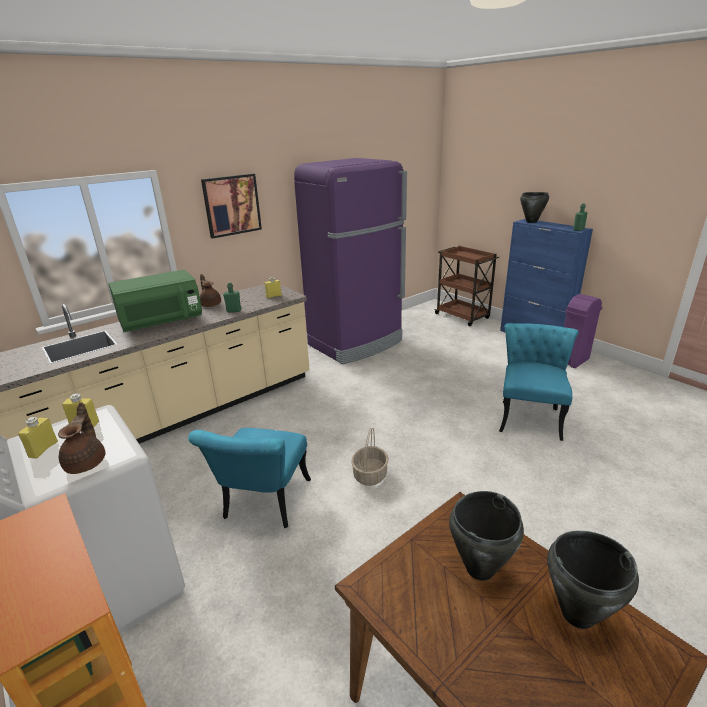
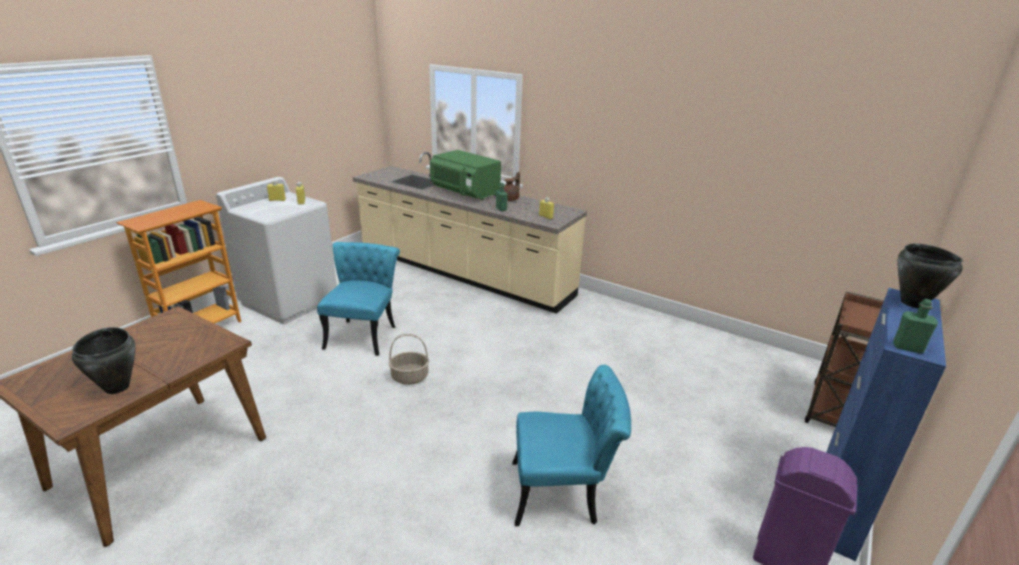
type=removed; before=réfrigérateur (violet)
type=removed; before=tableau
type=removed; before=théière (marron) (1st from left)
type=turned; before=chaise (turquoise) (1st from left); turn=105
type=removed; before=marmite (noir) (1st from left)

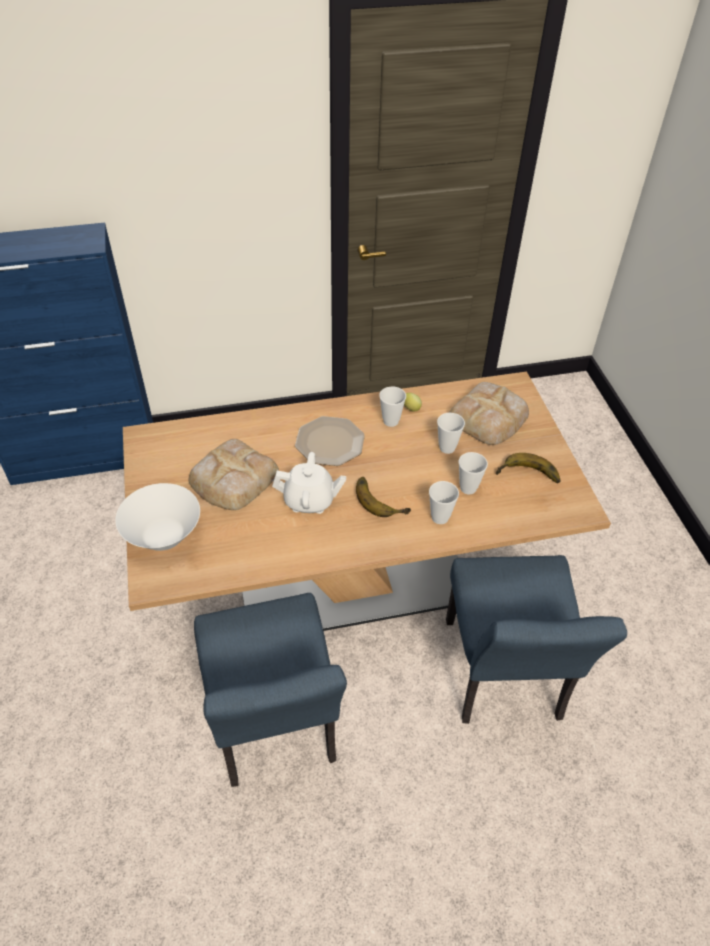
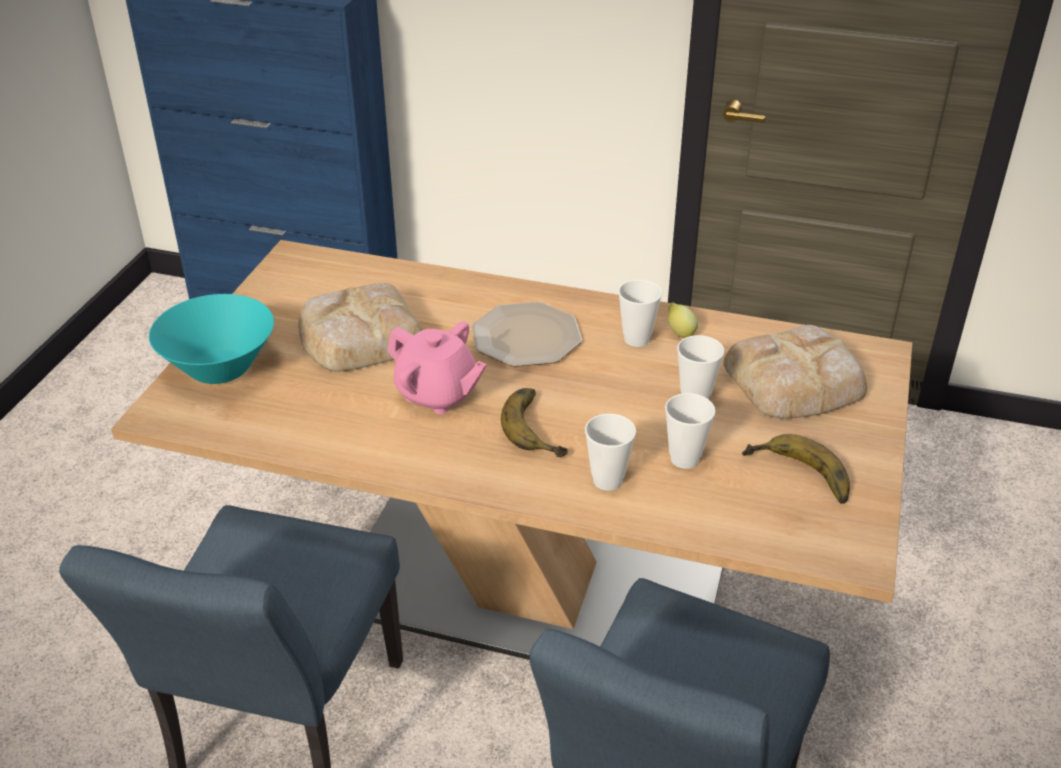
type=recoloured; before=théière (blanc); after=théière (rose)
type=recoloured; before=bol (blanc); after=bol (turquoise)

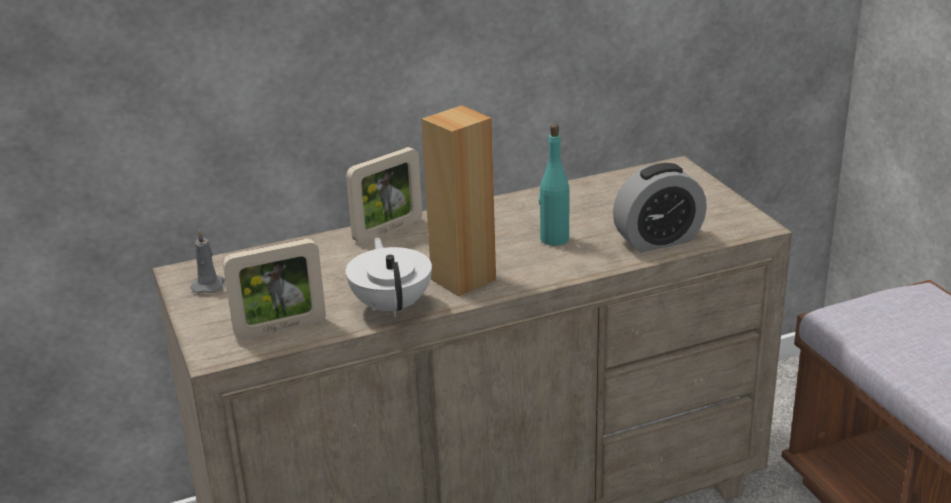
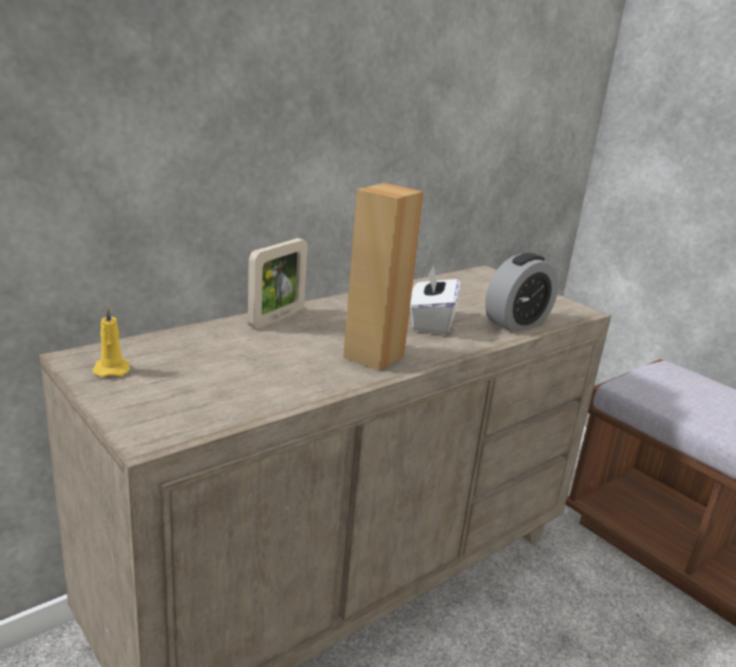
type=replaced; before=bouteille (turquoise); after=boîte à mouchoirs (blanc)
type=recoloured; before=bougie (gris); after=bougie (jaune)
type=removed; before=théière (blanc)
type=removed; before=cadre photo (1st from left)

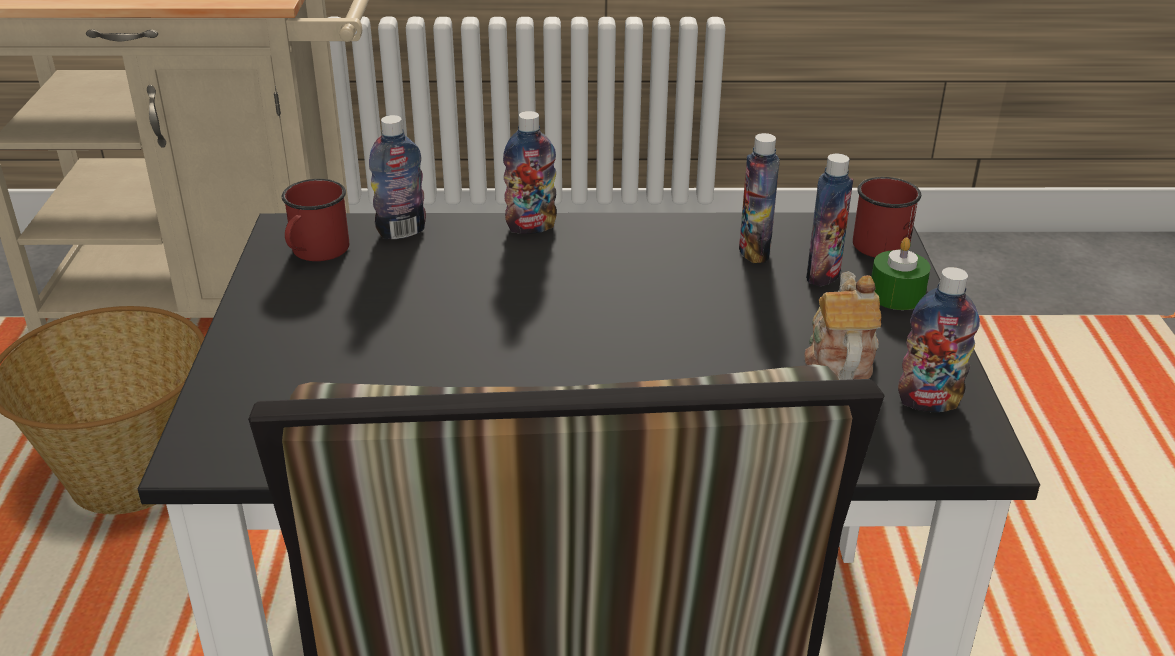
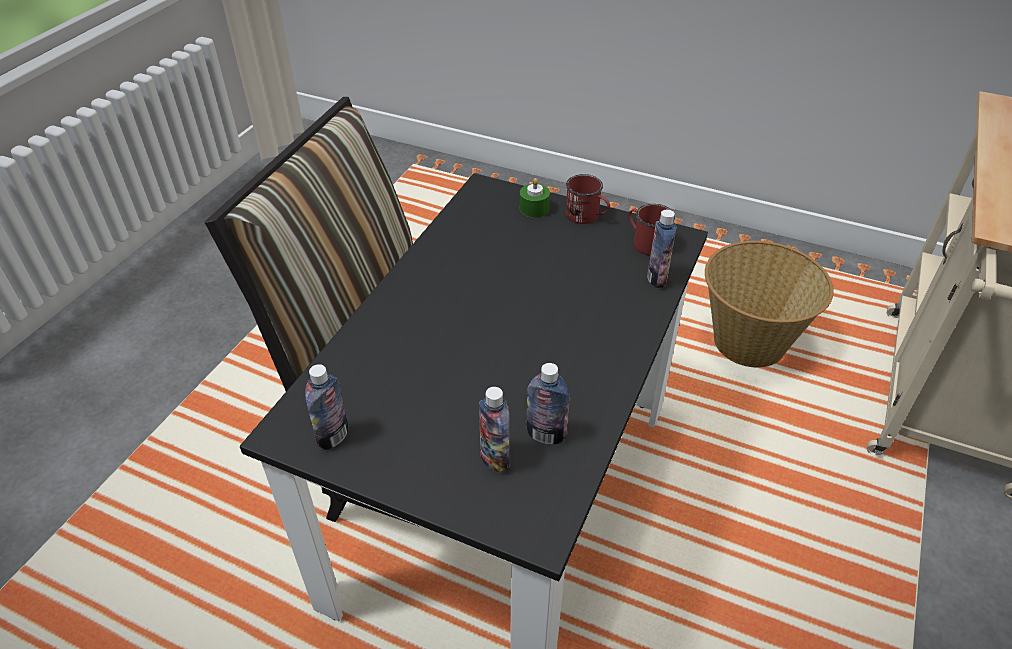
type=removed; before=bouteille (2nd from left)
type=moved; before=mug (rouge) (2nd from left in the first image); after=mug (rouge) (1st from left)
type=moved; before=bougie (vert)
type=removed; before=théière

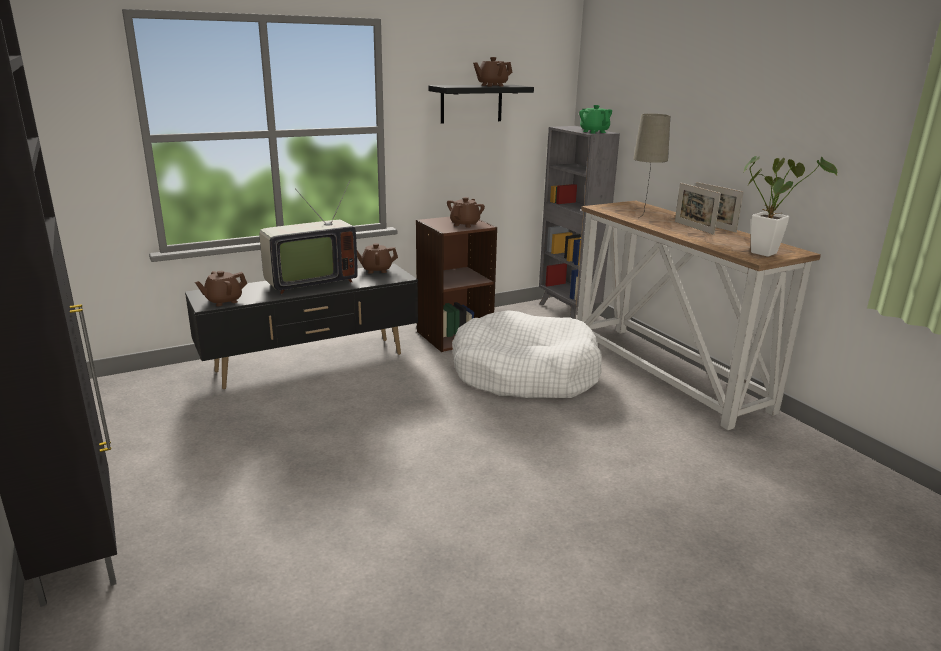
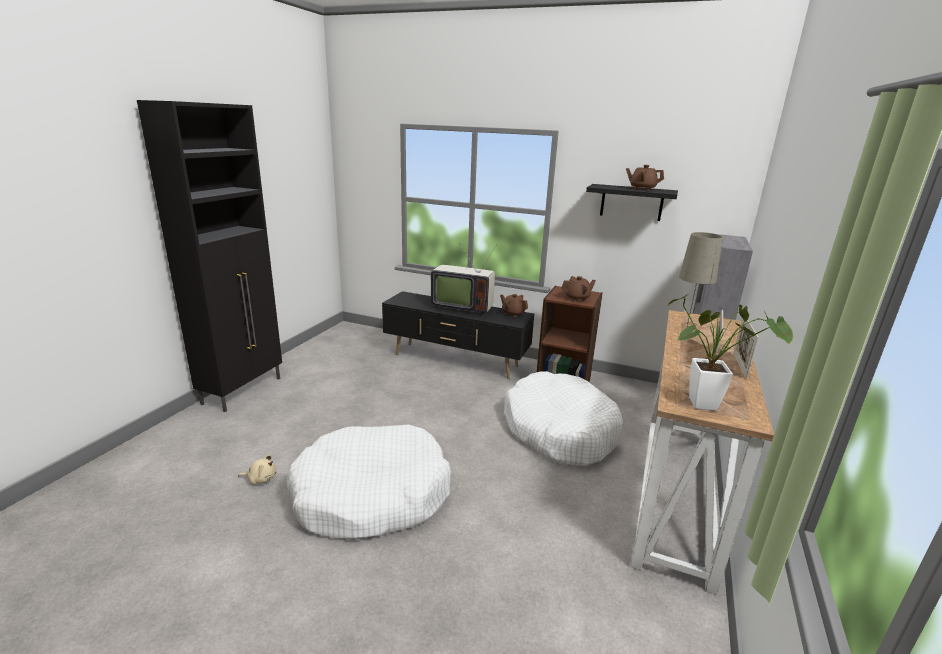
type=removed; before=théière (vert)
type=removed; before=théière (marron) (1st from left)
type=added; after=panier pour chien (blanc) (1st from left)
type=added; after=peluche (beige)

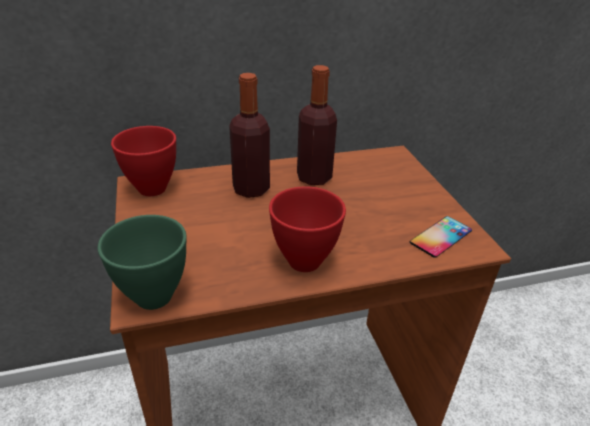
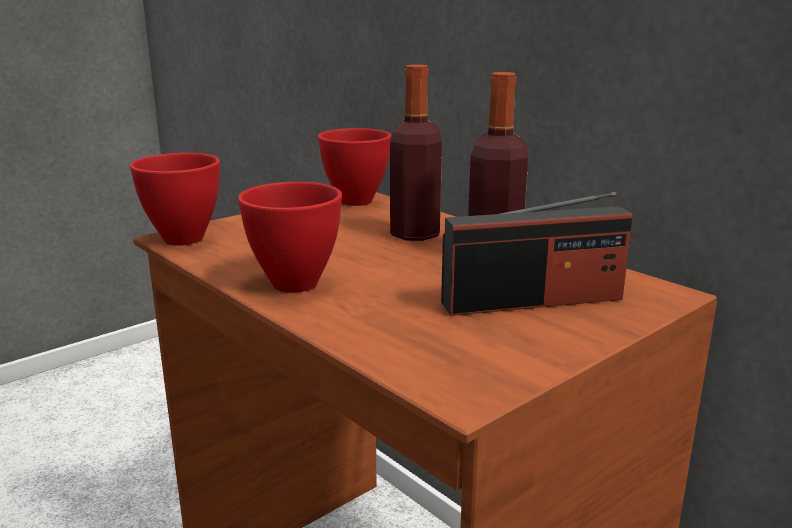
type=recoloured; before=bol (vert); after=bol (rouge) (1st from left)
type=removed; before=téléphone
type=added; after=radio

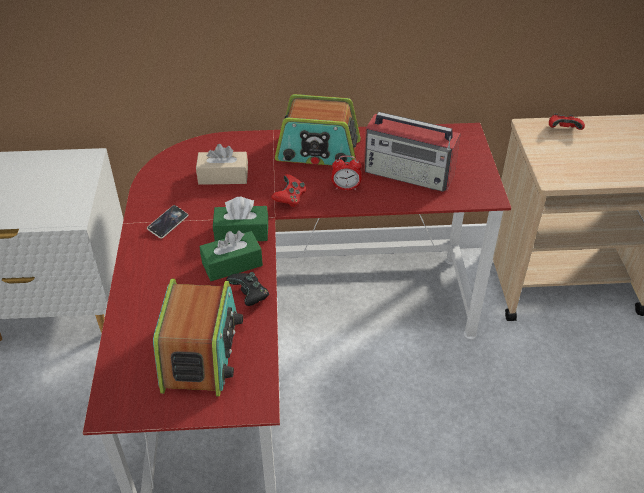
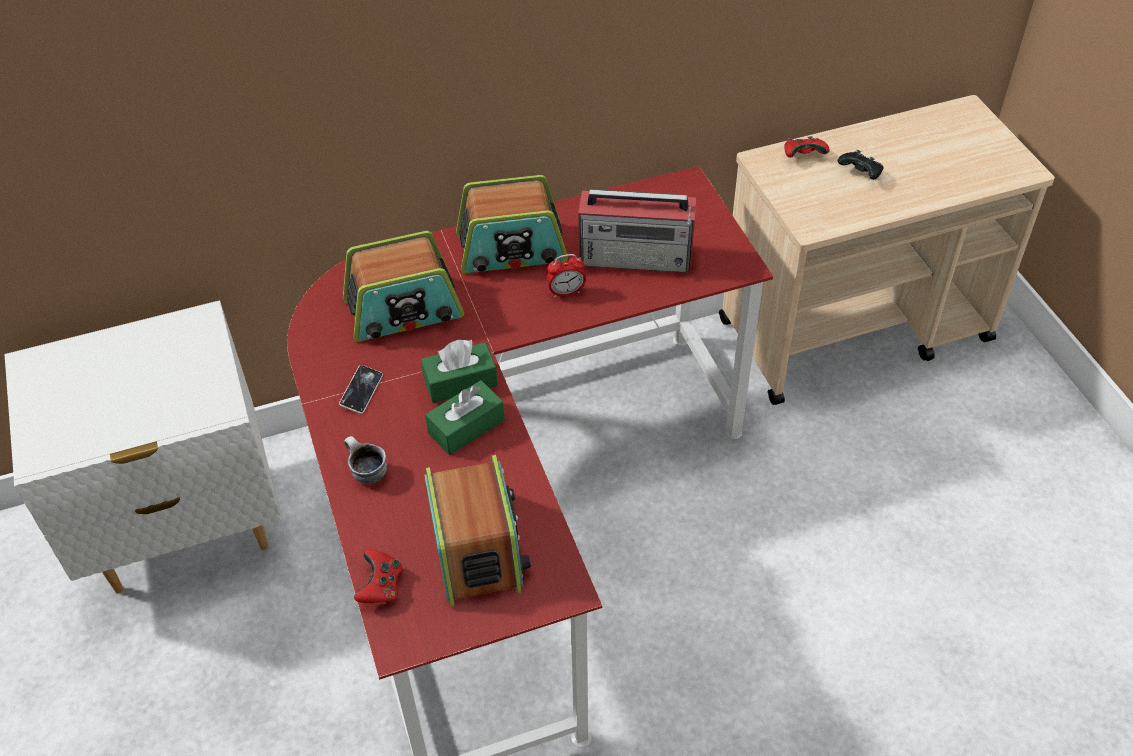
type=replaced; before=boîte à mouchoirs (beige); after=radio (1st from left)
type=moved; before=manette (rouge) (1st from left)
type=moved; before=manette (noir)
type=added; after=mug

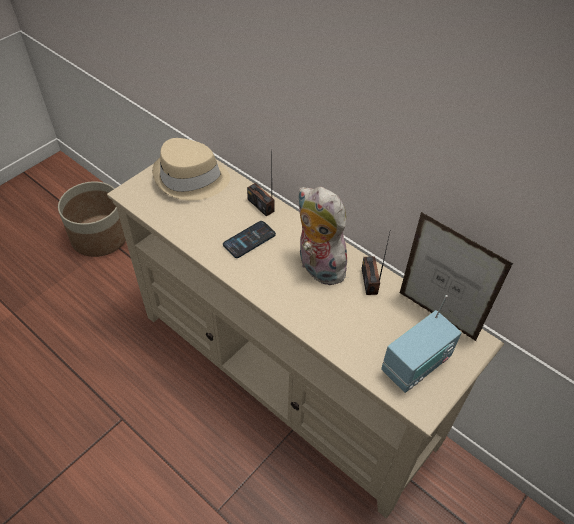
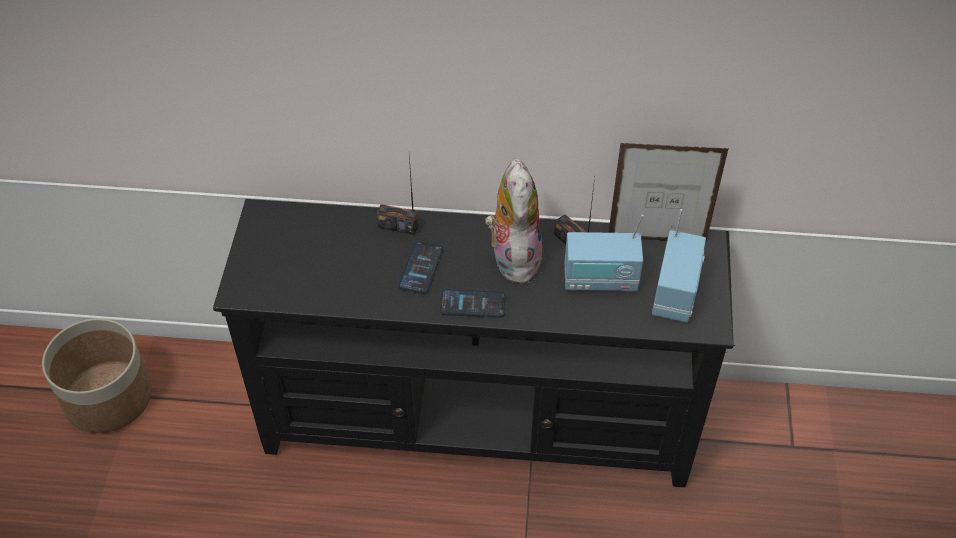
type=removed; before=chapeau (beige)
type=recoloured; before=meuble télé (beige); after=meuble télé (noir)
type=turned; before=peluche; turn=75
type=added; after=radio (3rd from left)
type=added; after=téléphone (2nd from left)

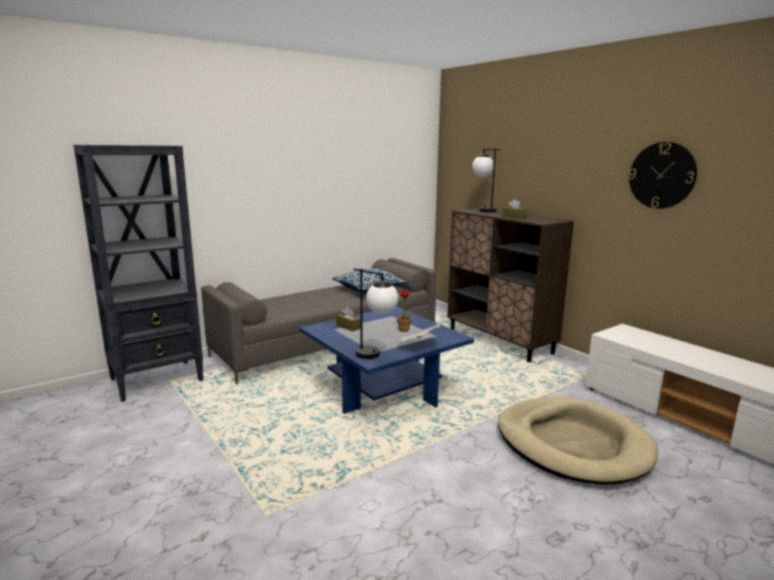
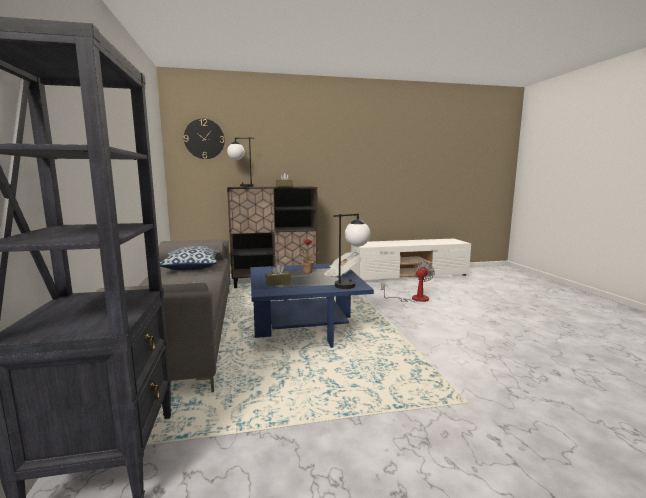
type=moved; before=horloge murale
type=replaced; before=panier pour chien (beige); after=ventilateur

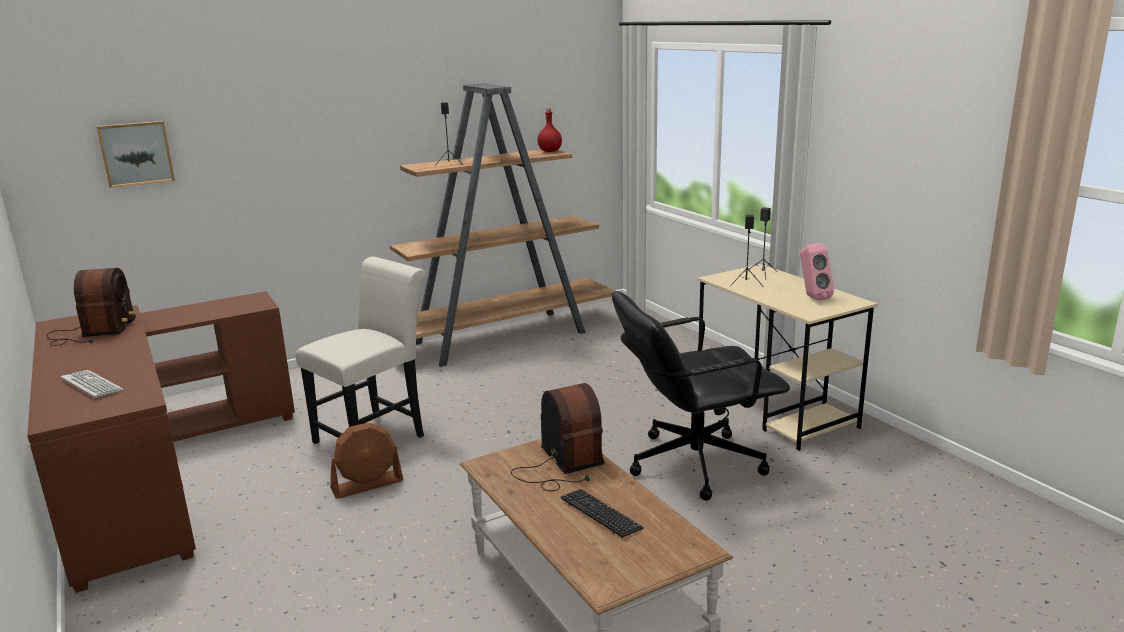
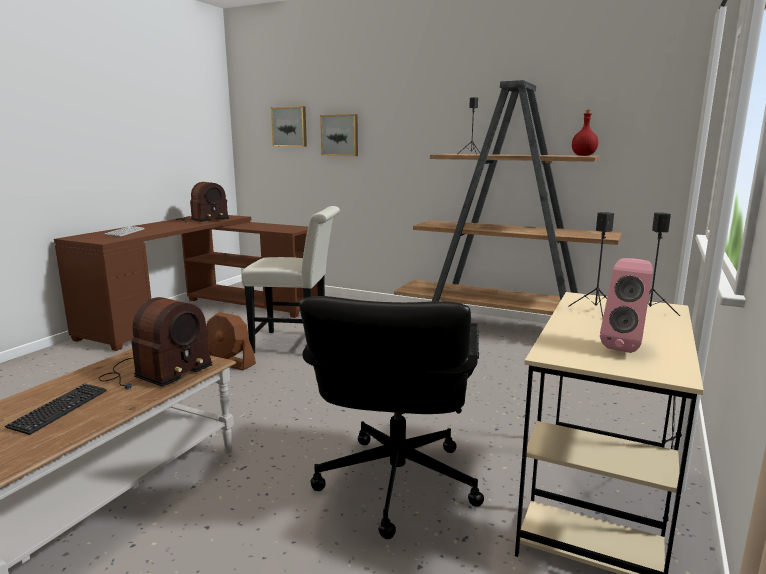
type=turned; before=chaise de bureau (noir); turn=-120
type=added; after=tableau (2nd from left)

